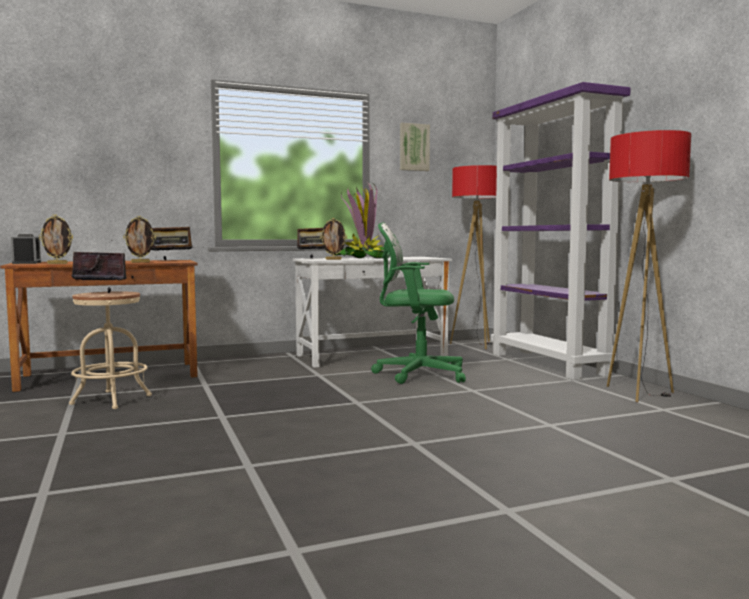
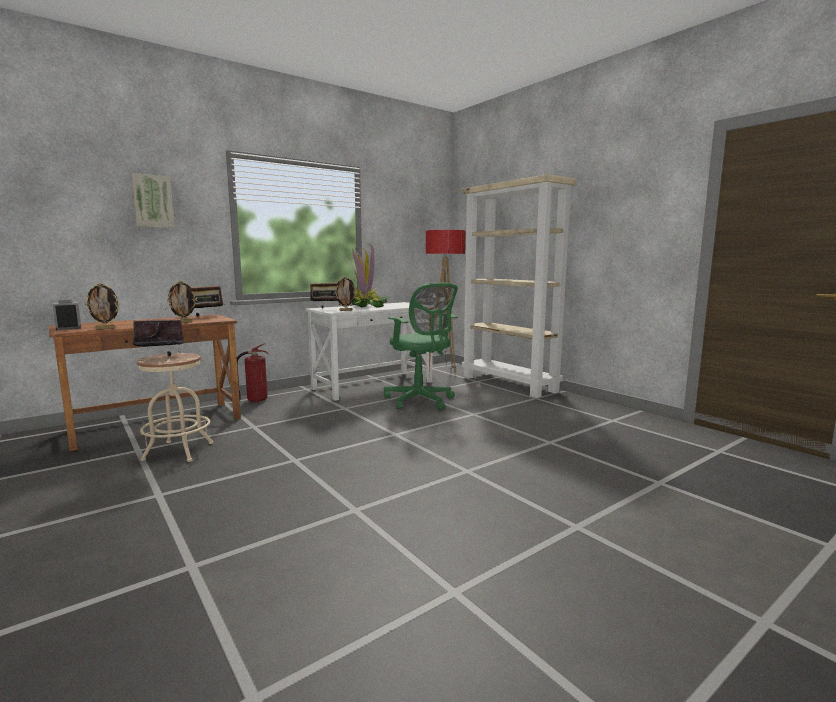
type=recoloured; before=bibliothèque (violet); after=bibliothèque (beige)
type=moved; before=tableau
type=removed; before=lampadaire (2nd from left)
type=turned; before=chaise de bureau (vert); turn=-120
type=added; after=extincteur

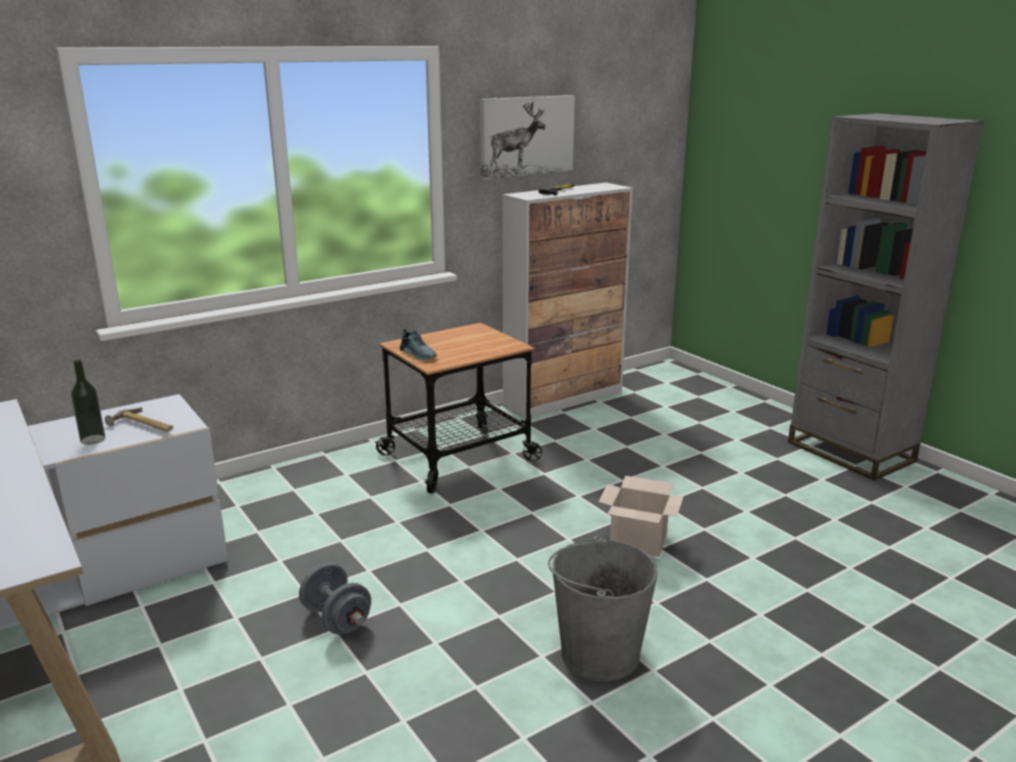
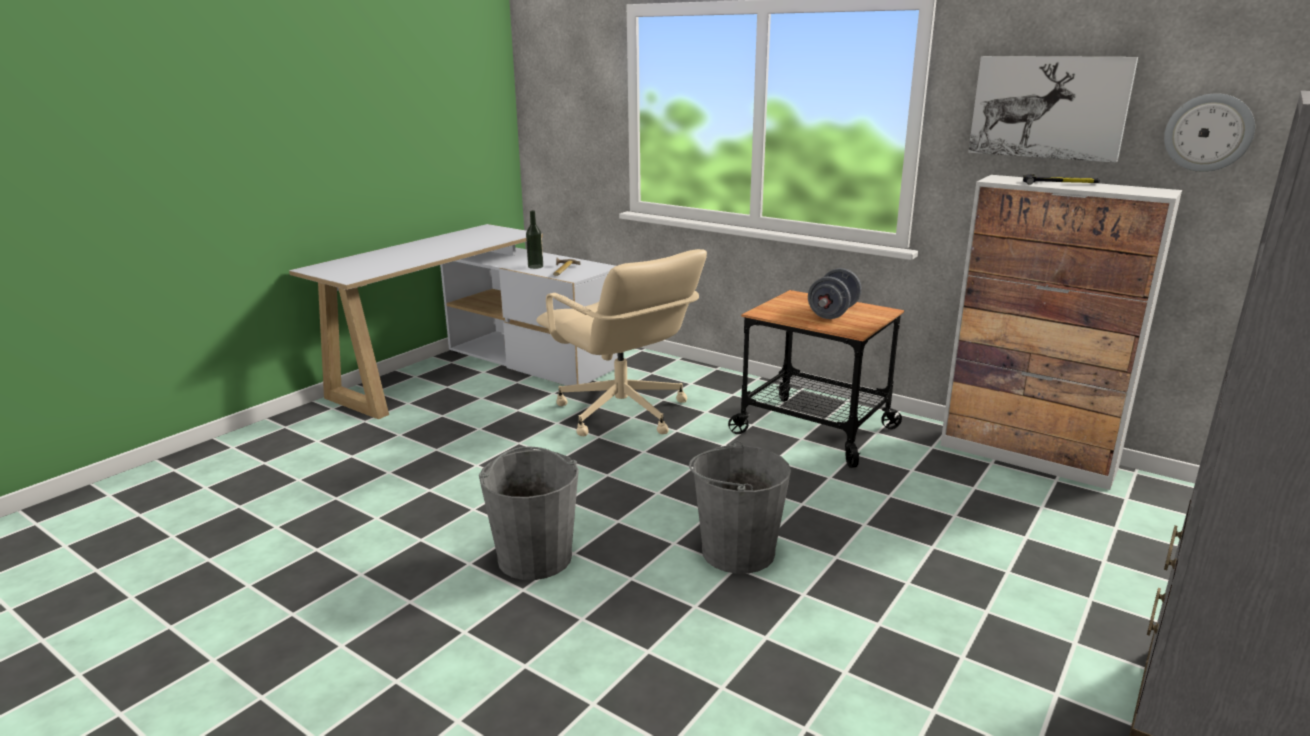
type=removed; before=chaussure
type=replaced; before=carton; after=seau (gris) (2nd from left)
type=moved; before=haltère (gris)
type=added; after=horloge murale
type=added; after=chaise de bureau (beige)

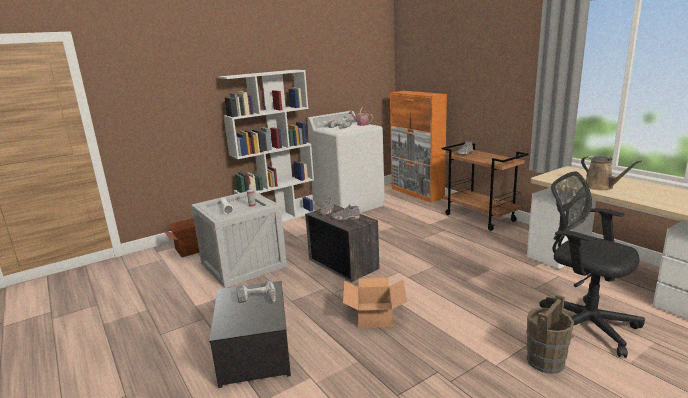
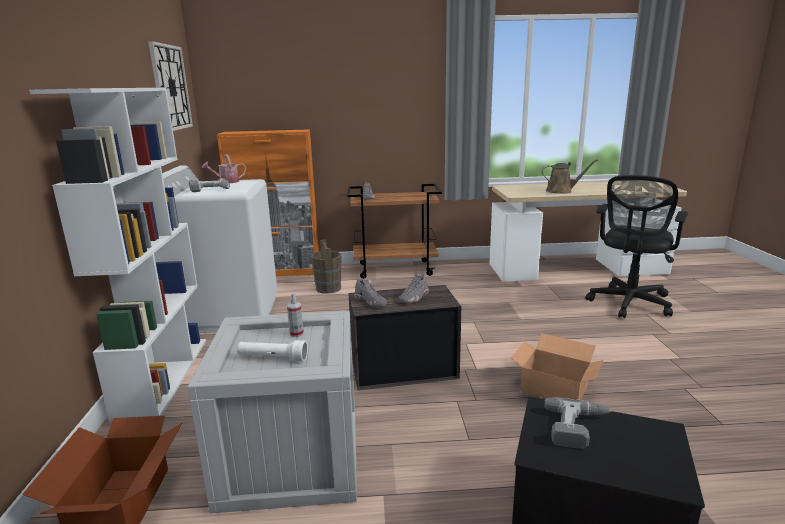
type=turned; before=chaise de bureau (noir); turn=-45
type=moved; before=seau (marron)
type=added; after=horloge murale

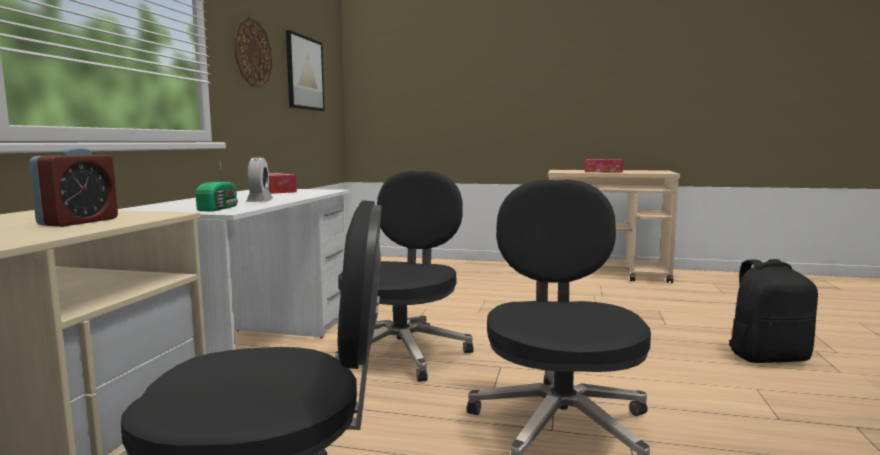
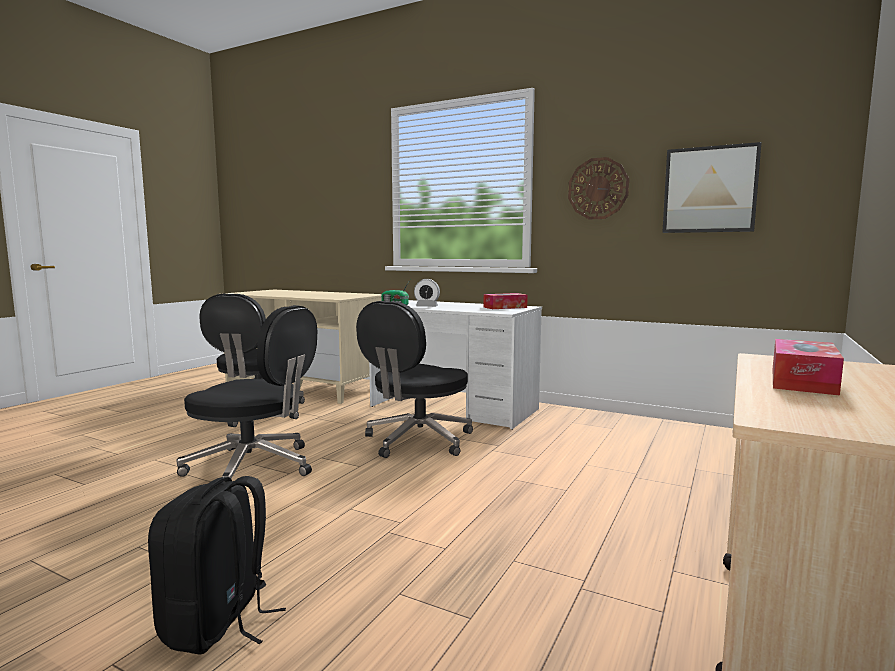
type=removed; before=réveil (1st from left)
type=turned; before=chaise de bureau (noir) (2nd from left in the first image); turn=90

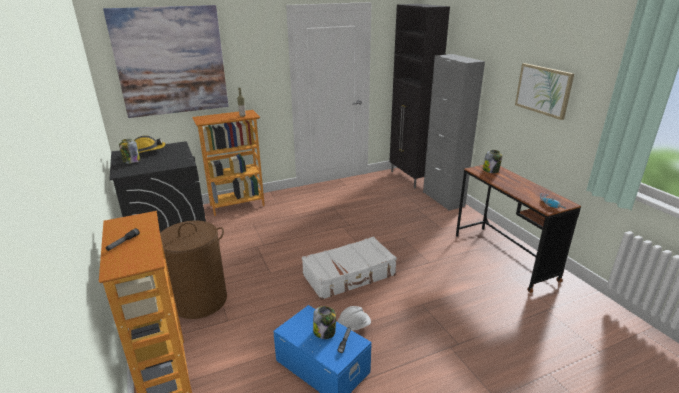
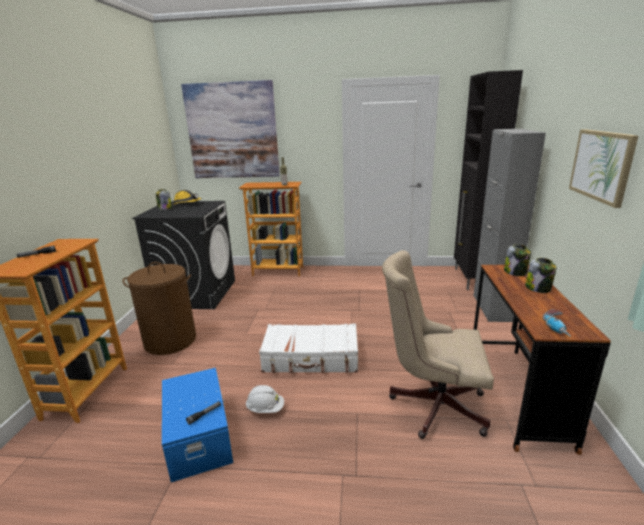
type=moved; before=bocal (2nd from left in the first image); after=bocal (3rd from left)
type=added; after=chaise de bureau (beige)

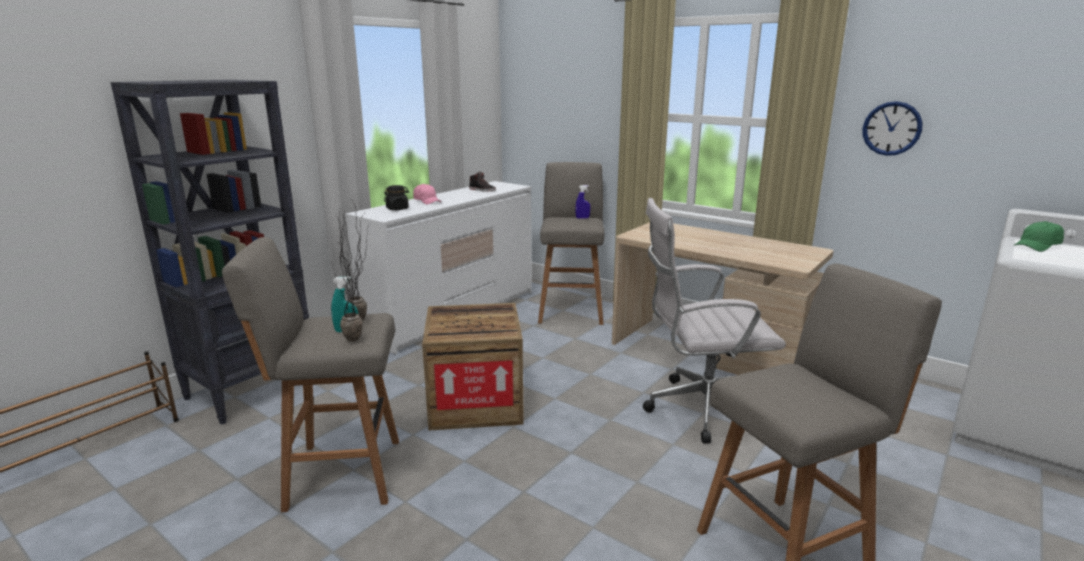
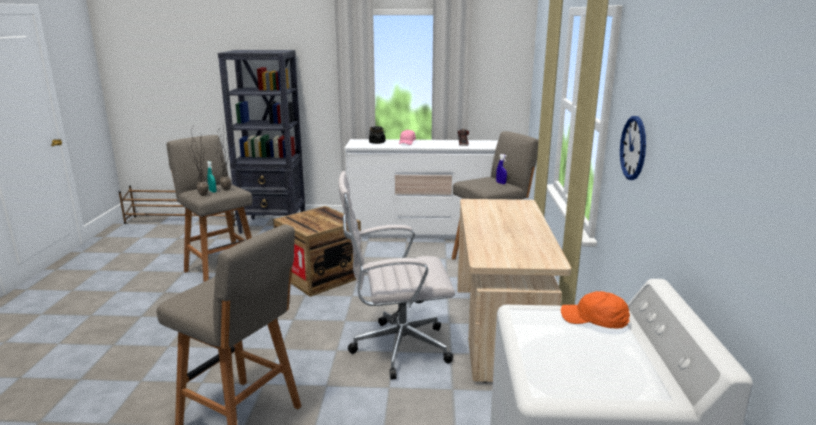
type=turned; before=chaise de bureau (blanc); turn=-60
type=recoloured; before=casquette (vert); after=casquette (orange)

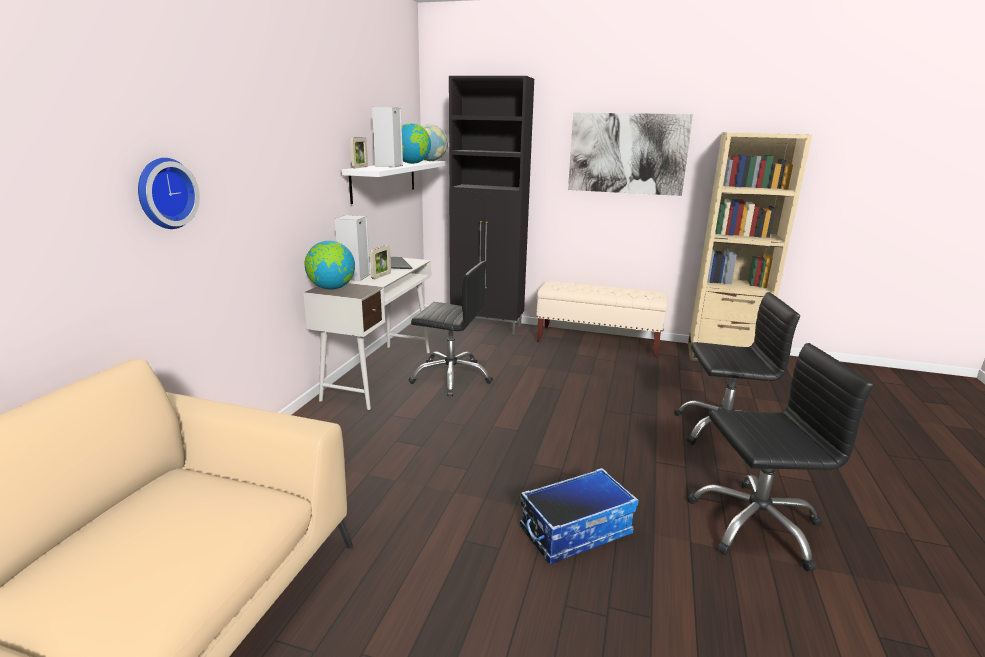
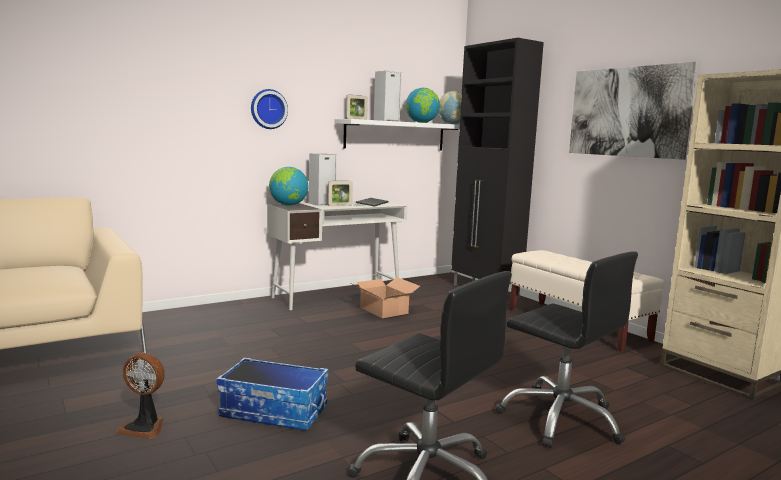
type=moved; before=horloge murale
type=replaced; before=chaise de bureau (noir) (1st from left); after=carton
type=added; after=ventilateur

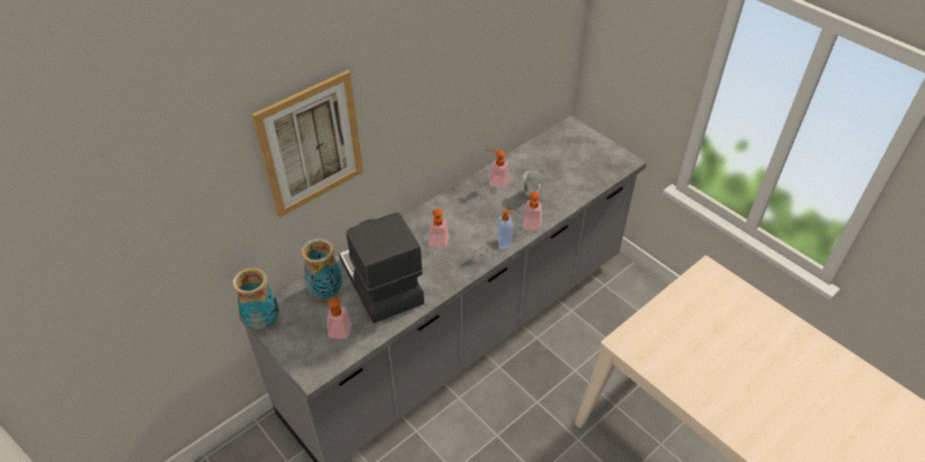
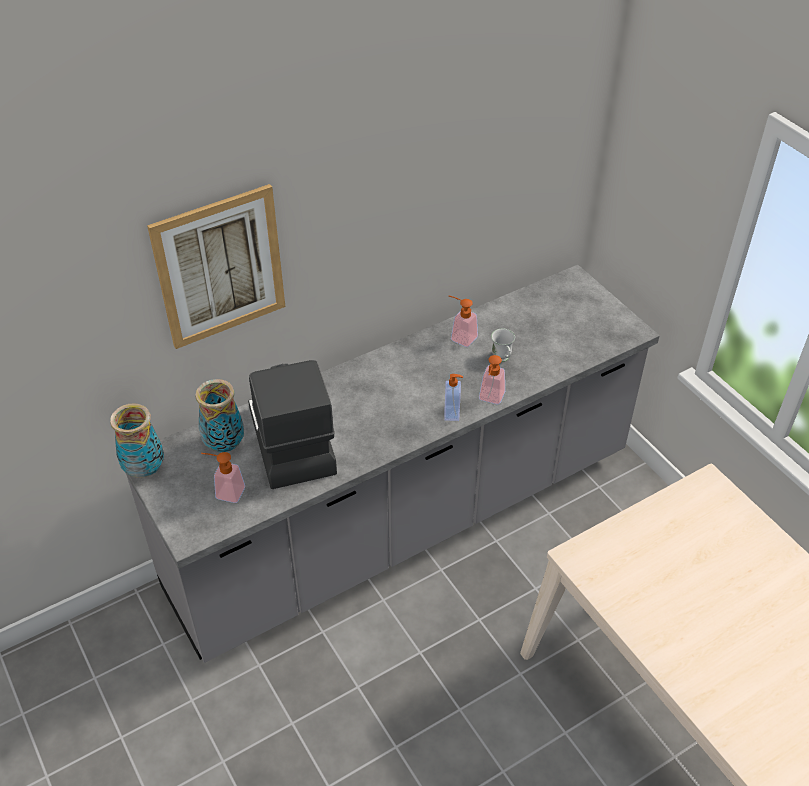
type=removed; before=distributeur de savon (2nd from left)

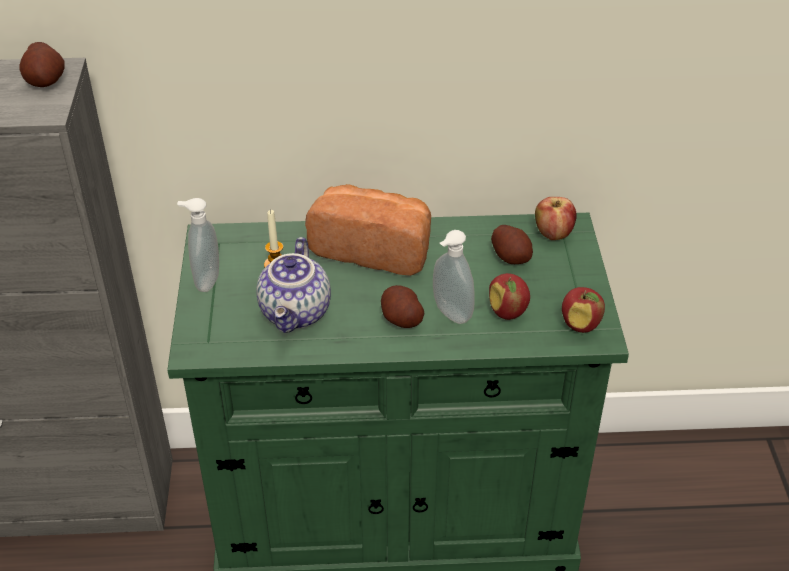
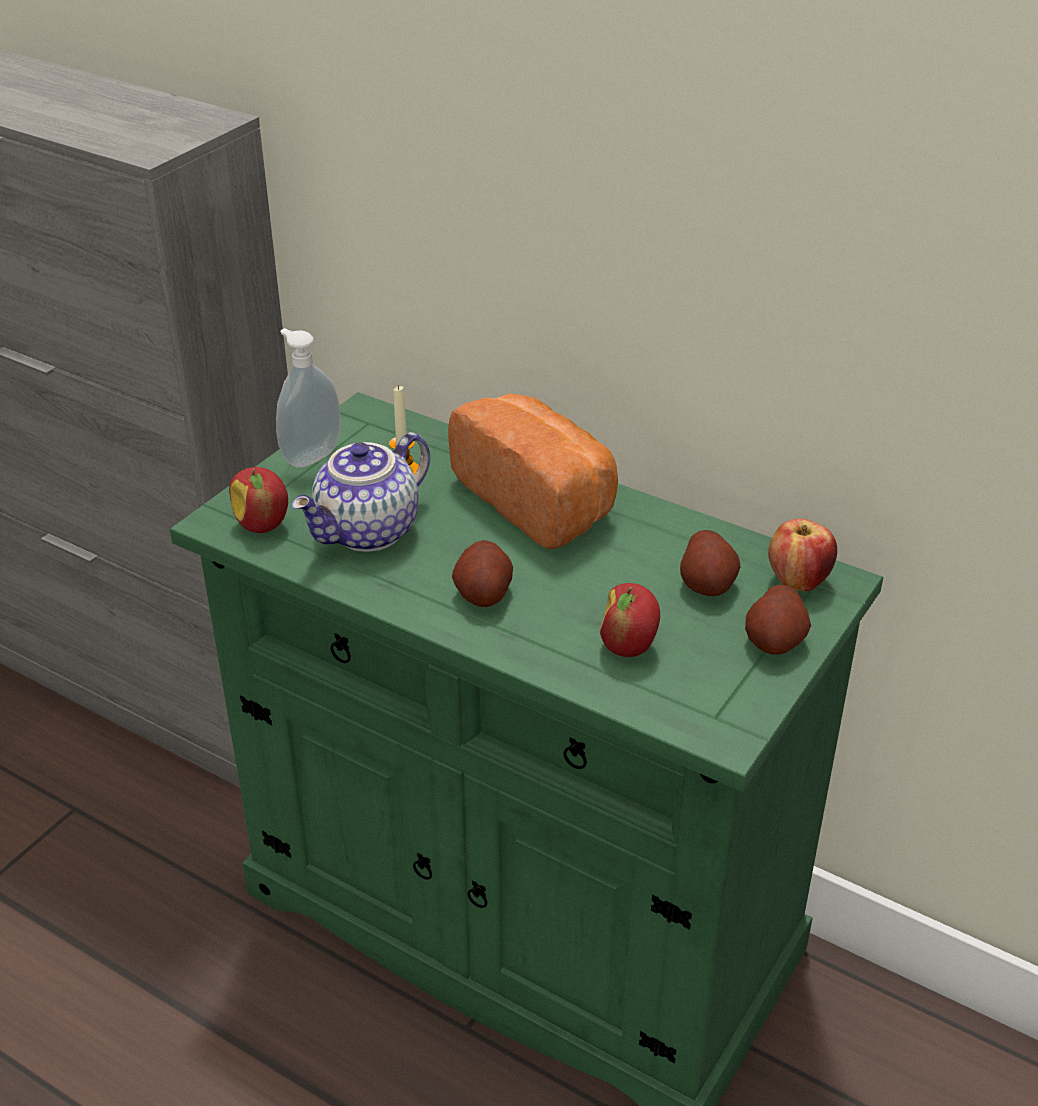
type=moved; before=pomme de terre (1st from left in the first image); after=pomme de terre (3rd from left)
type=removed; before=distributeur de savon (2nd from left)
type=moved; before=pomme (3rd from left in the first image); after=pomme (1st from left)

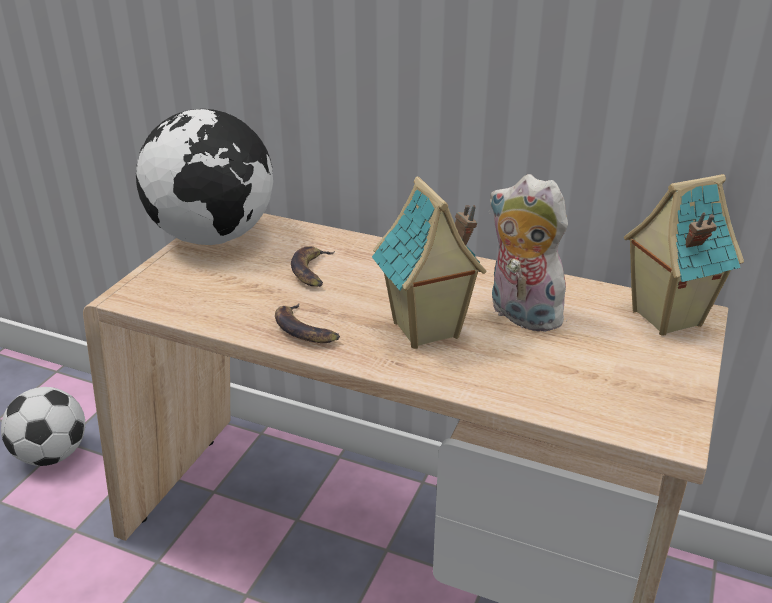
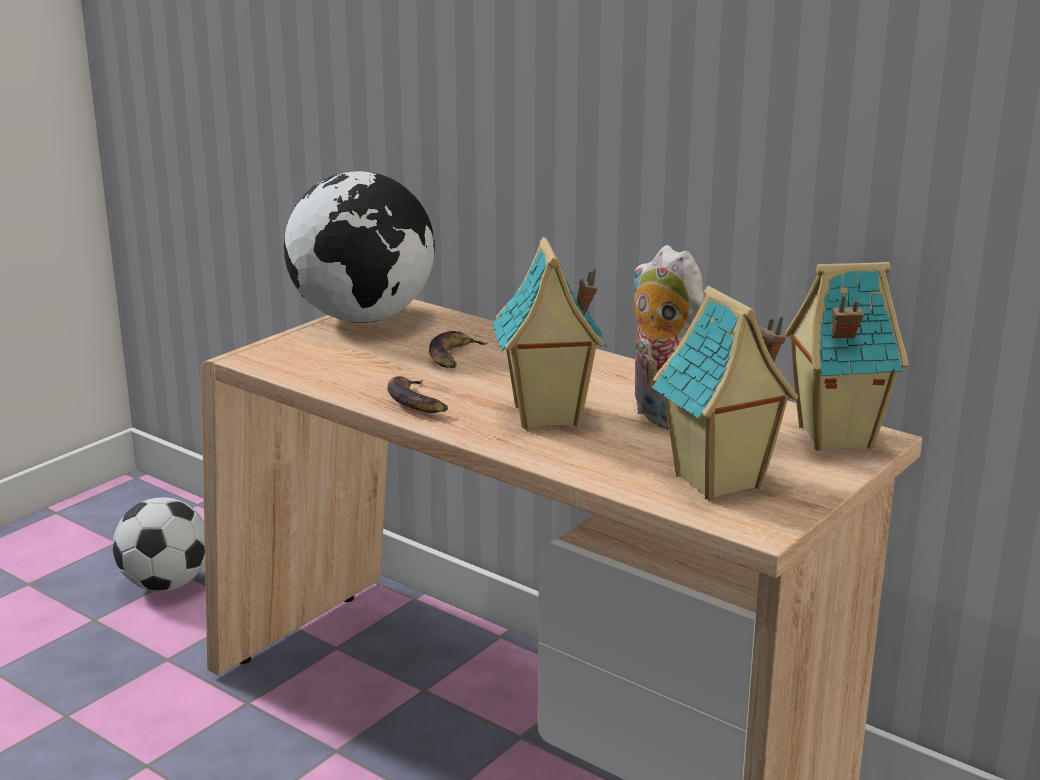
type=added; after=maison miniature (2nd from left)

